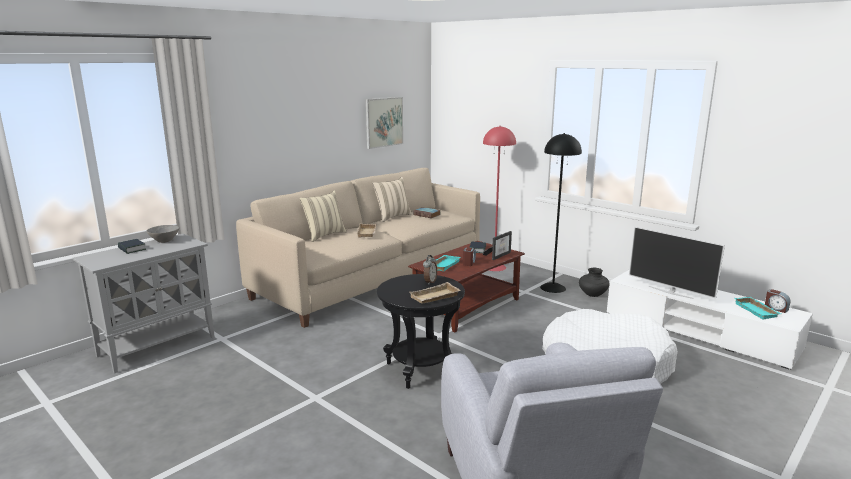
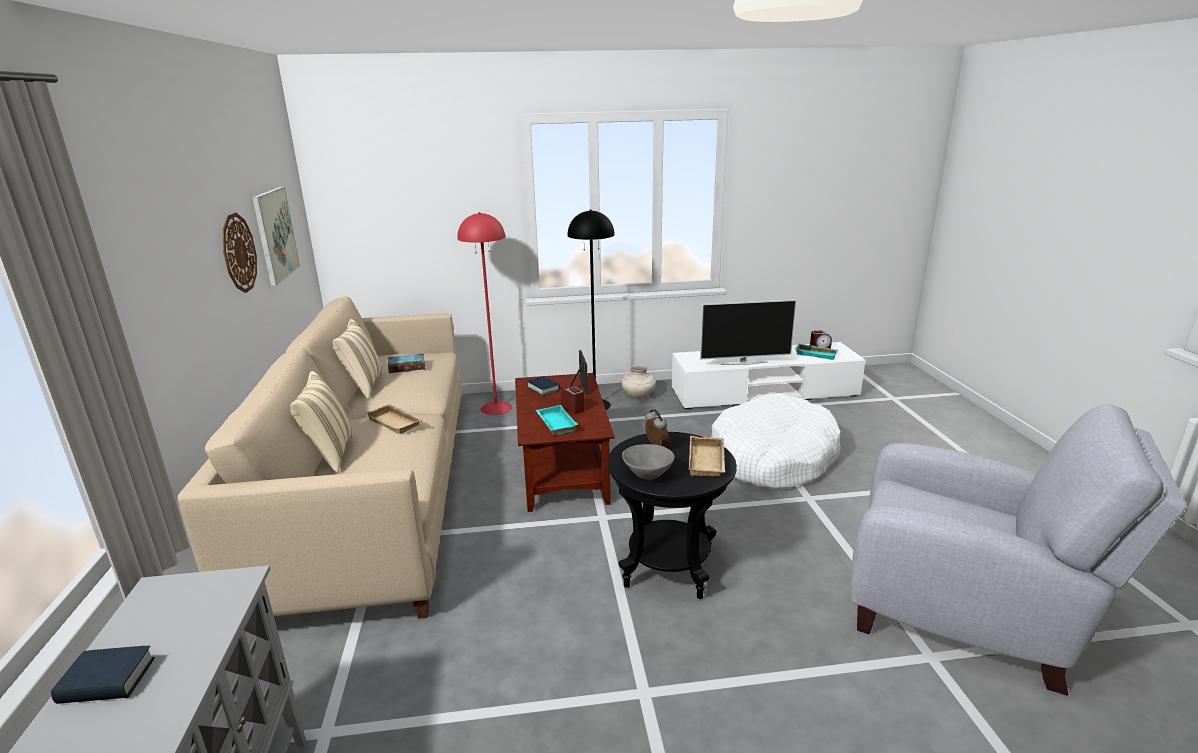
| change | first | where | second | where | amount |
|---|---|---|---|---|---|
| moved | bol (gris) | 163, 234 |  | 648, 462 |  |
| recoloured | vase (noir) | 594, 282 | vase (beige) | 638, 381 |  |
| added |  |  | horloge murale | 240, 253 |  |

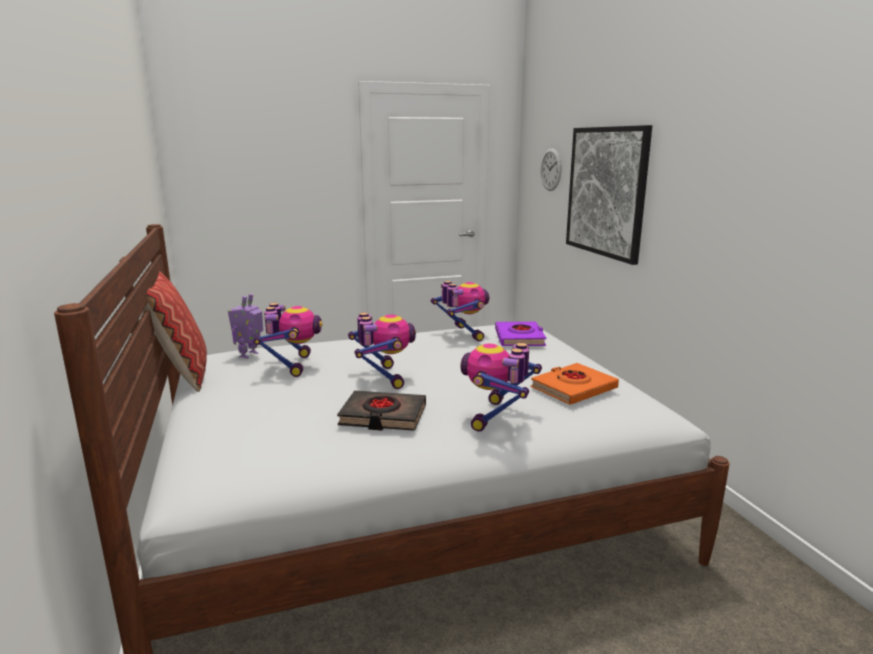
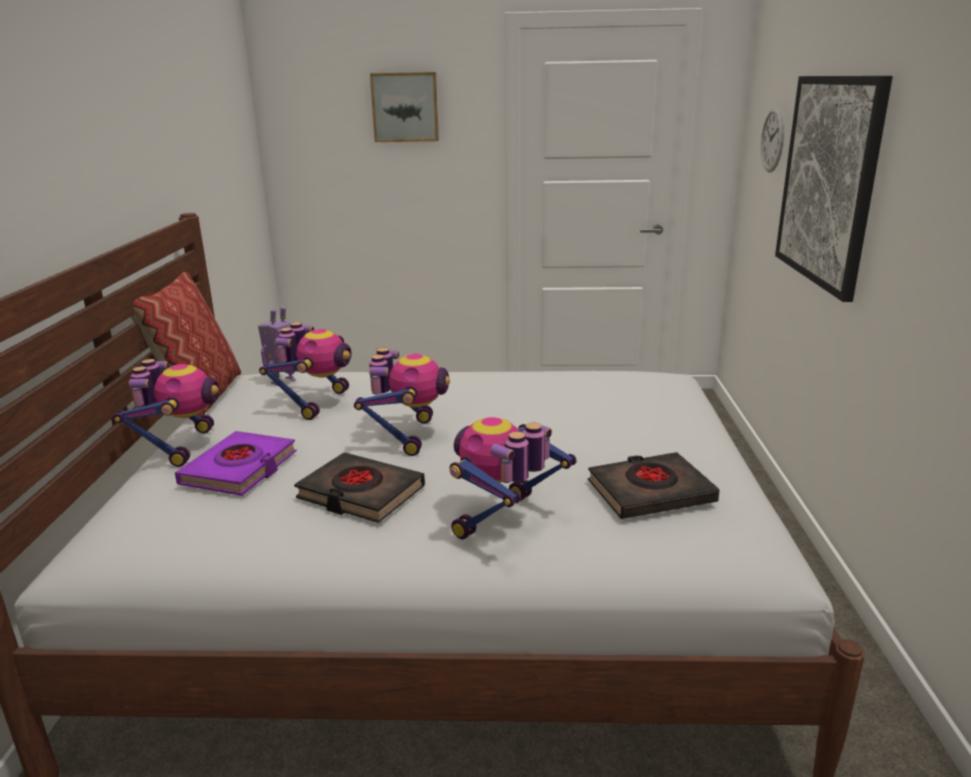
| change | first | where | second | where | amount |
|---|---|---|---|---|---|
| moved | robot jouet | 460, 311 |  | 166, 413 |  |
| moved | livre (violet) | 520, 334 |  | 236, 463 |  |
| recoloured | livre (orange) | 575, 384 | livre (noir) | 654, 485 |  |
| added |  |  | tableau | 404, 107 |  |

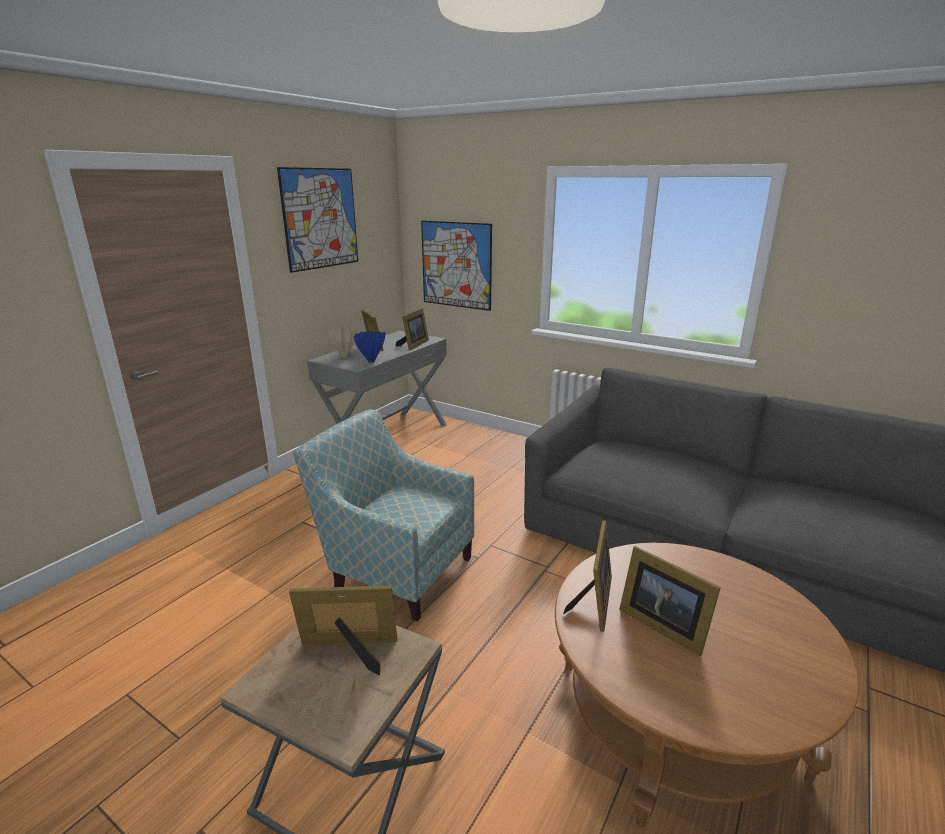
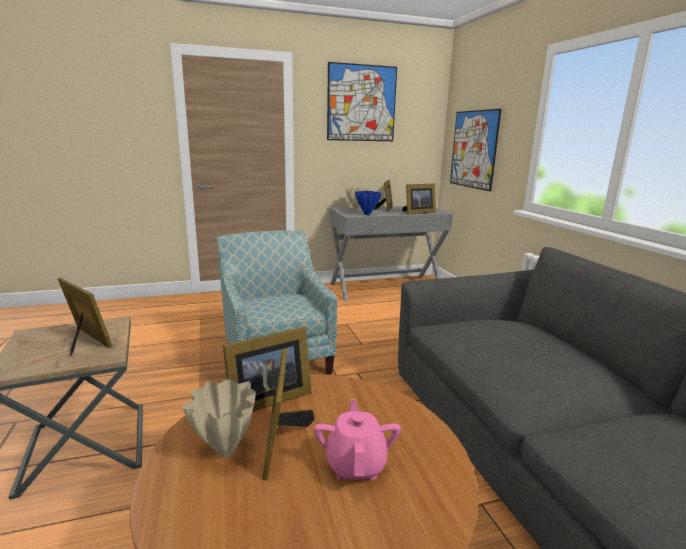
| change | first | where | second | where | amount |
|---|---|---|---|---|---|
| added |  |  | vase (beige) | 219, 418 |  |
| added |  |  | théière (rose) | 357, 439 |  |

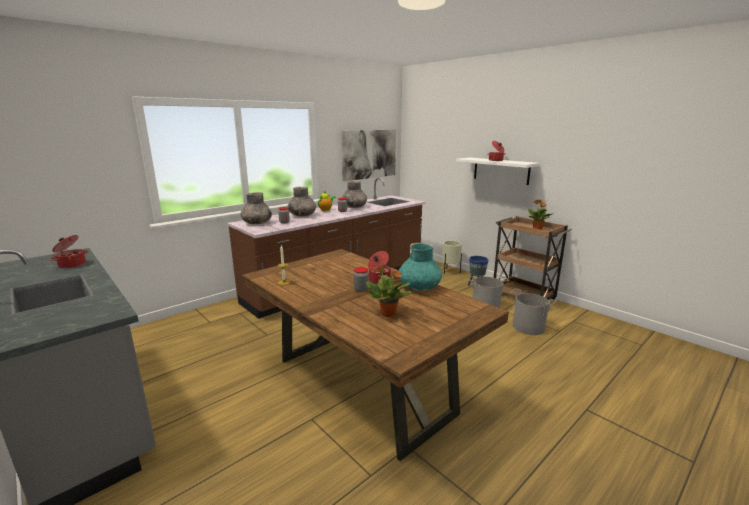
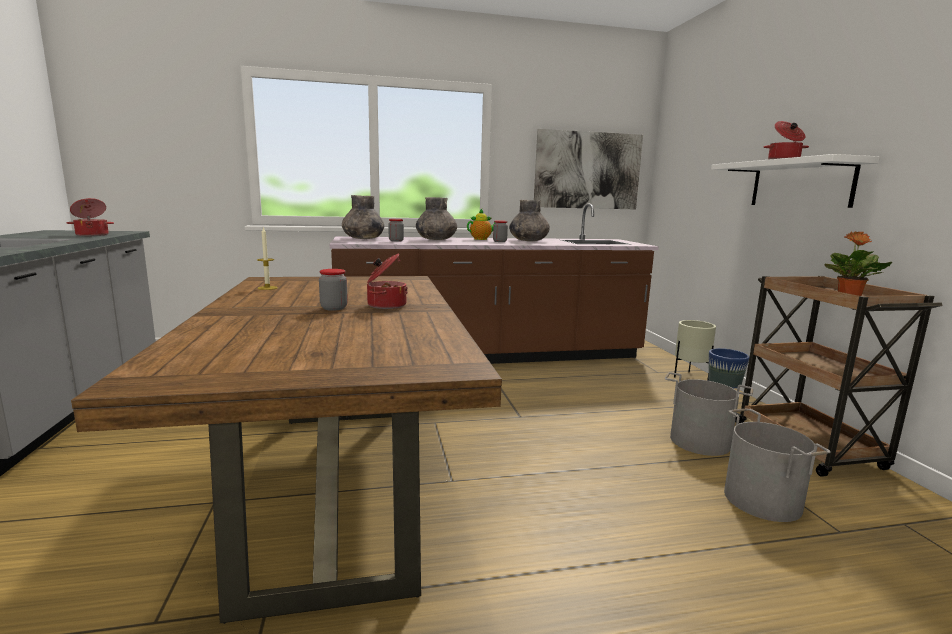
| change | first | where | second | where | amount |
|---|---|---|---|---|---|
| removed | vase (turquoise) | 420, 267 |  |  |  |
| removed | plante en pot | 389, 291 |  |  |  |

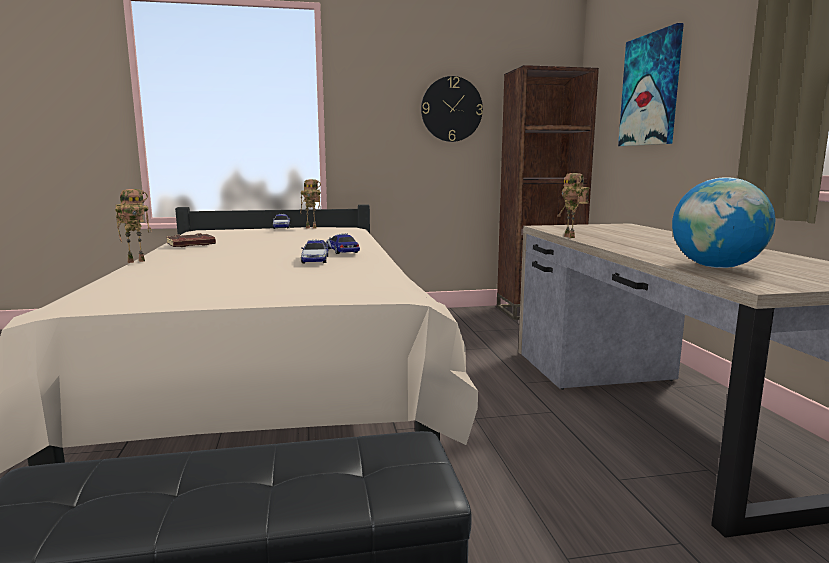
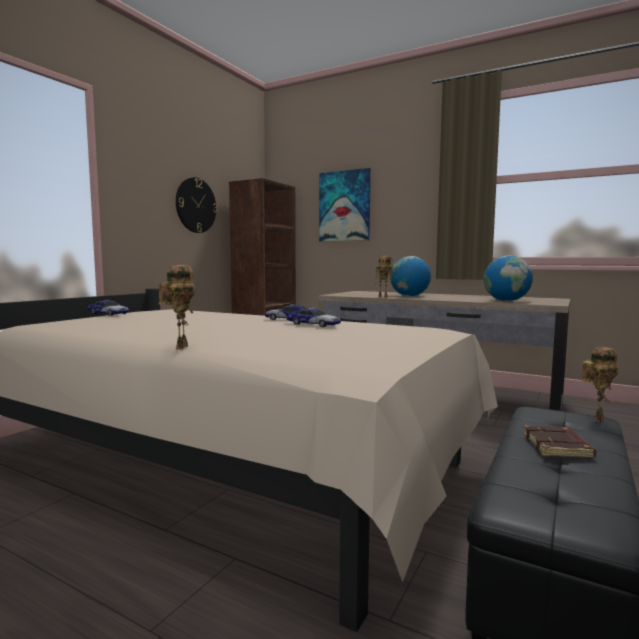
| change | first | where | second | where | amount |
|---|---|---|---|---|---|
| moved | robot jouet | 310, 203 |  | 600, 384 |  |
| moved | livre (marron) | 191, 240 |  | 559, 441 |  |
| added |  |  | globe | 410, 276 |  |

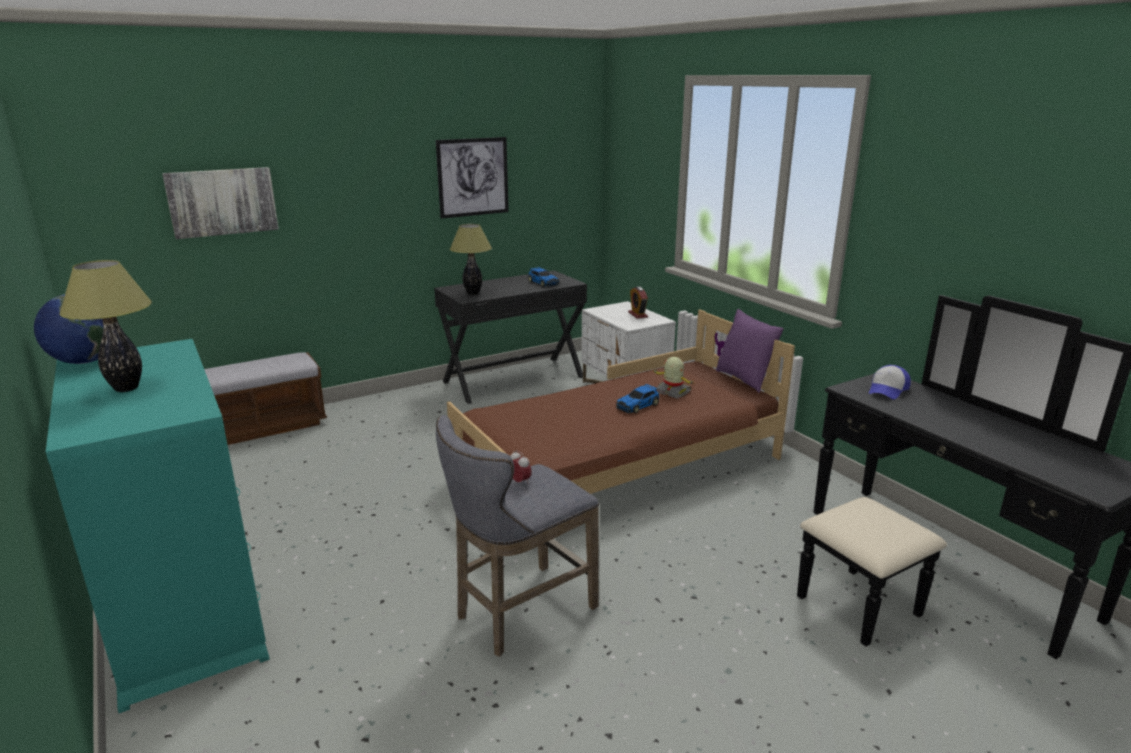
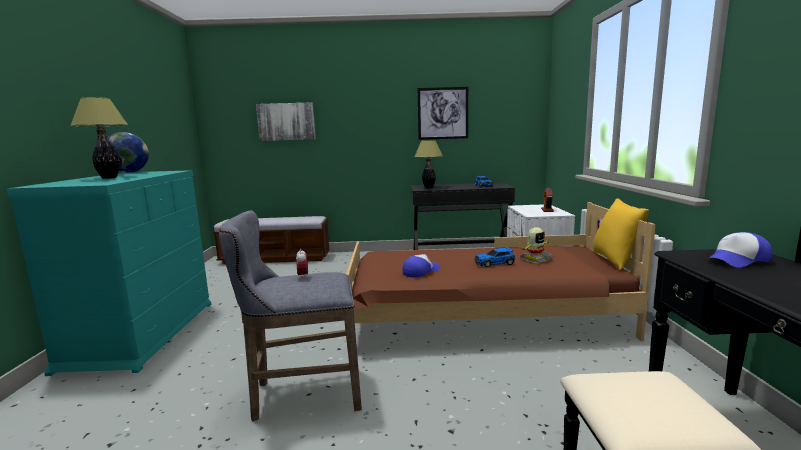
| change | first | where | second | where | amount |
|---|---|---|---|---|---|
| recoloured | coussin (violet) | 750, 351 | coussin (jaune) | 621, 234 |  |
| turned | robot jouet | 674, 378 |  | 536, 245 | 75 degrees clockwise |
| added |  |  | casquette | 421, 265 |  |

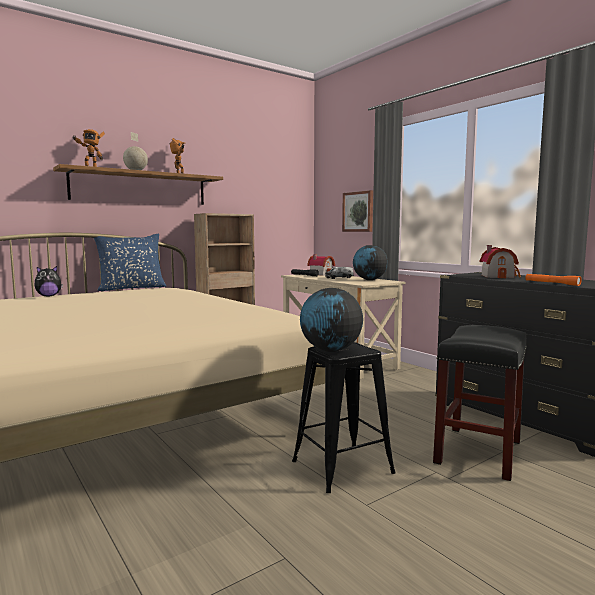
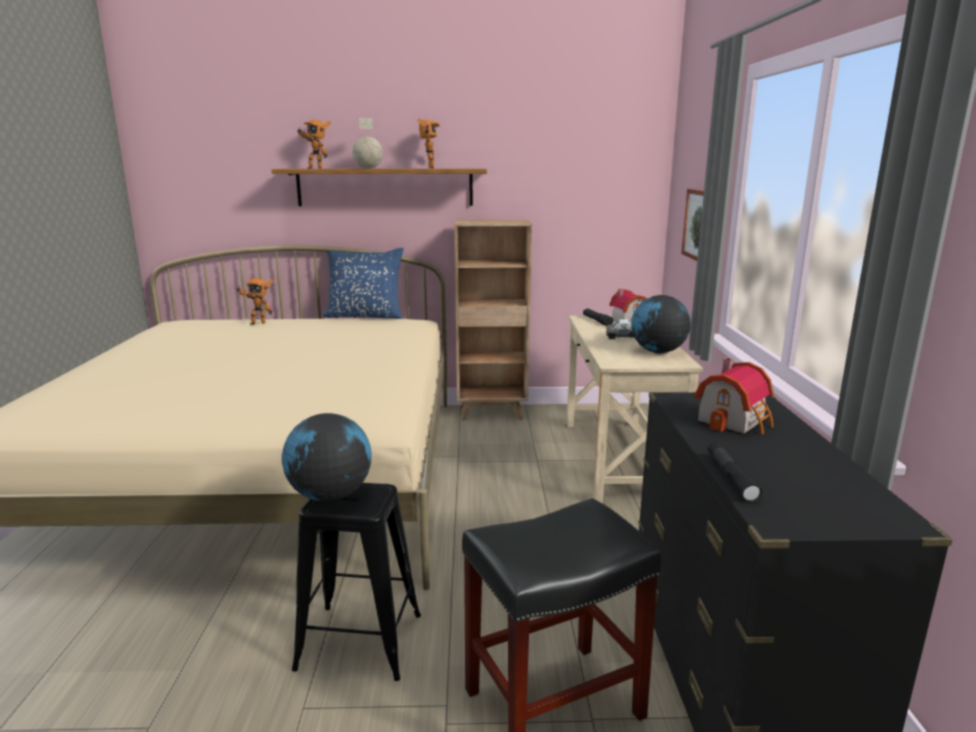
| change | first | where | second | where | amount |
|---|---|---|---|---|---|
| replaced | peluche | 48, 281 | robot jouet | 255, 300 |  |
| recoloured | lampe de poche (orange) | 553, 280 | lampe de poche (noir) | 735, 472 |  |

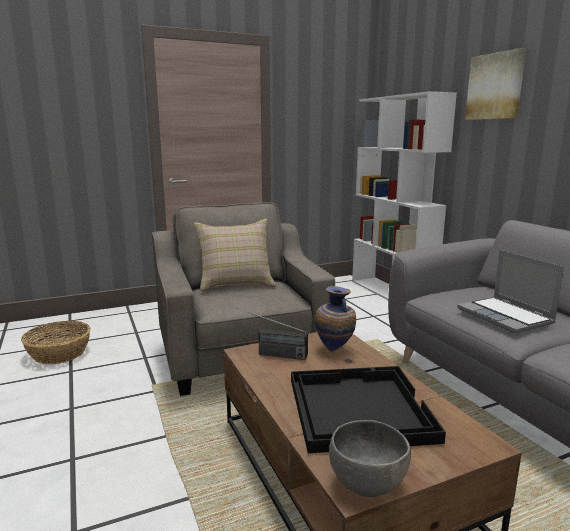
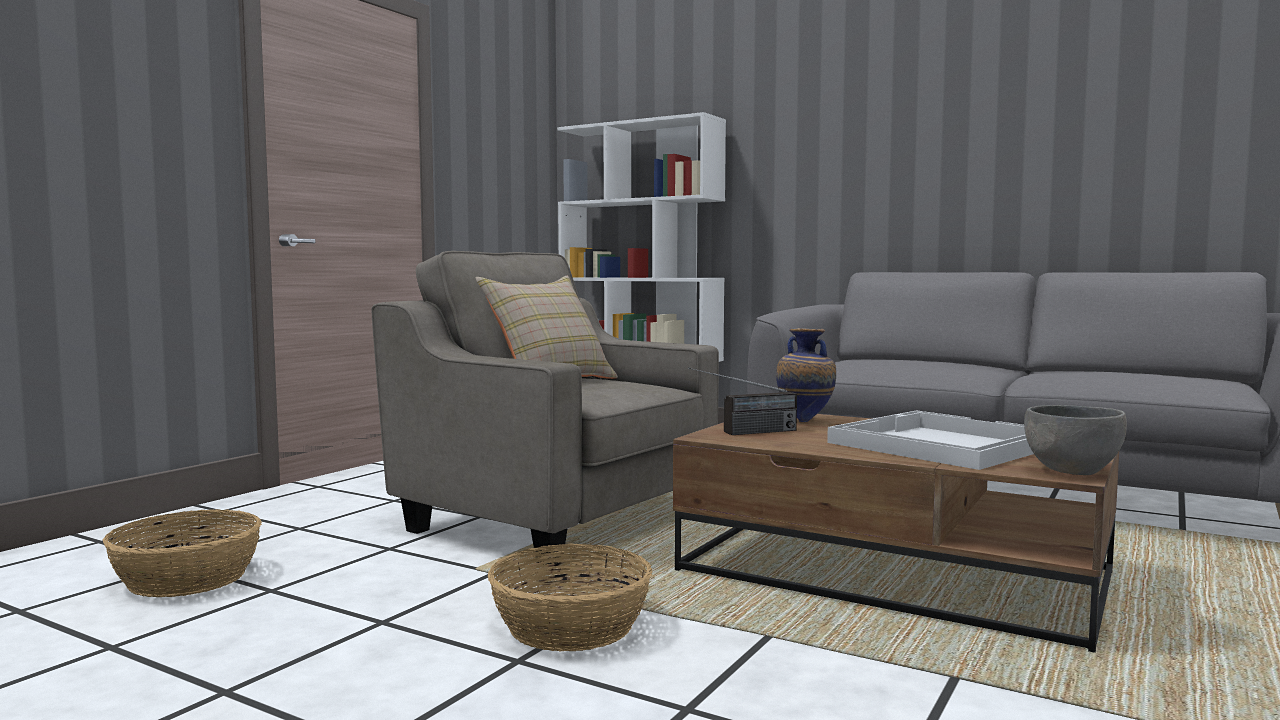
| change | first | where | second | where | amount |
|---|---|---|---|---|---|
| removed | tableau | 495, 84 |  |  |  |
| removed | ordinateur portable | 510, 291 |  |  |  |
| recoloured | plateau (noir) | 368, 409 | plateau (blanc) | 930, 440 |  |
| added |  |  | panier | 570, 597 |  |

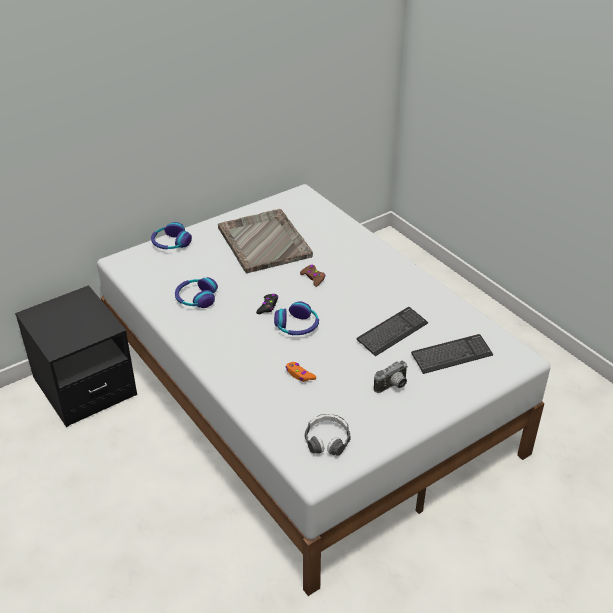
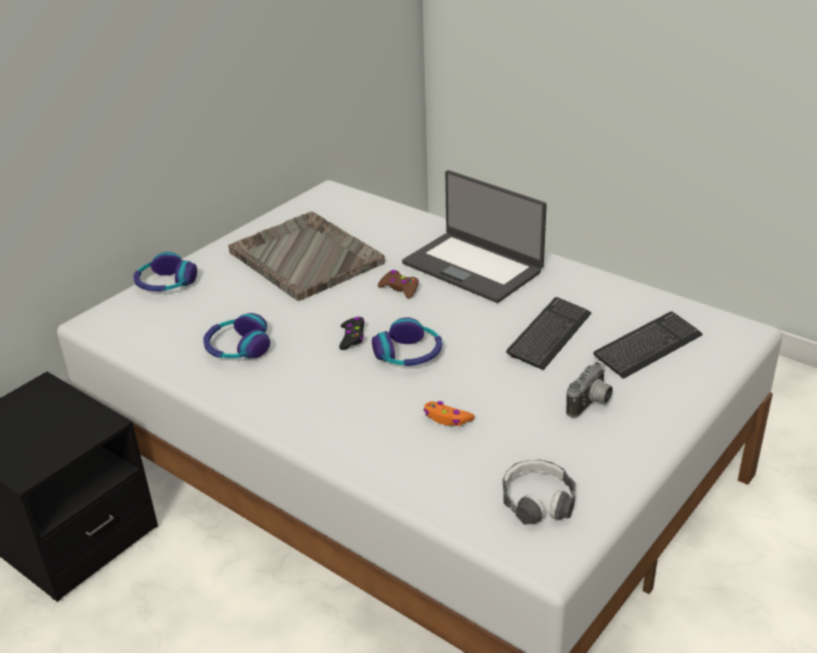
| change | first | where | second | where | amount |
|---|---|---|---|---|---|
| added |  |  | ordinateur portable | 474, 236 |  |

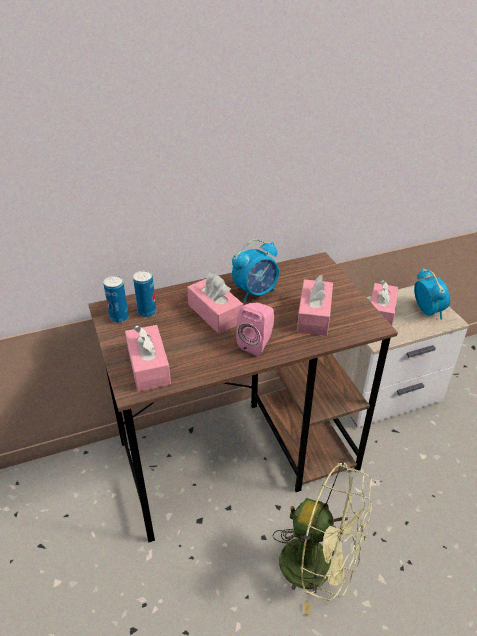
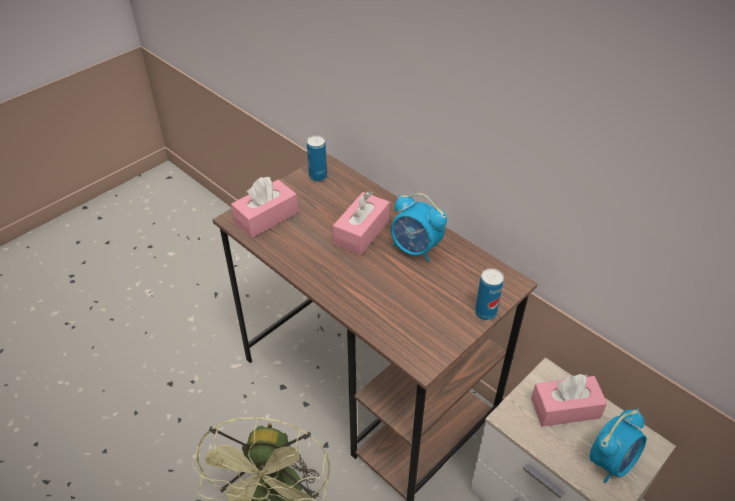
| change | first | where | second | where | amount |
|---|---|---|---|---|---|
| moved | boîte métallique | 145, 293 |  | 489, 294 |  |
| removed | boîte à mouchoirs (rose) | 315, 305 |  |  |  |
| removed | enceinte (rose) | 255, 329 |  |  |  |

